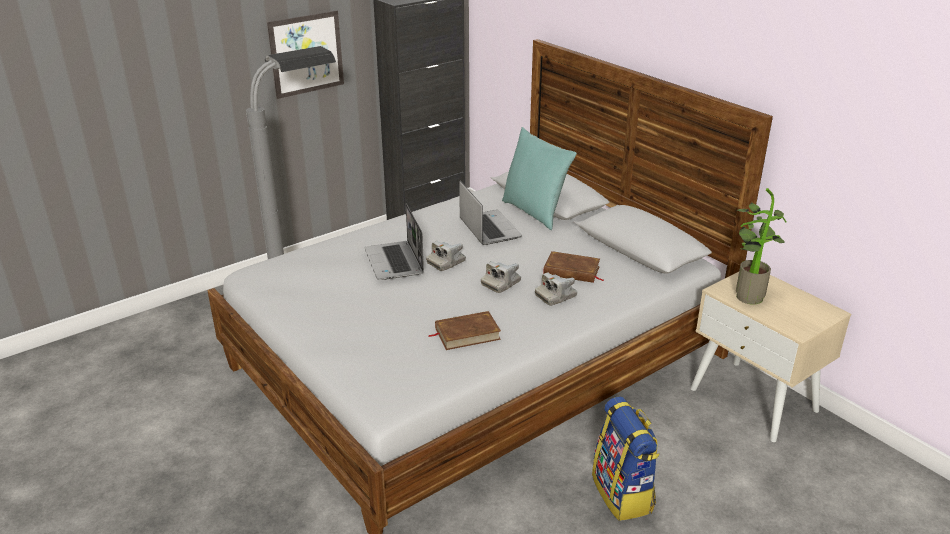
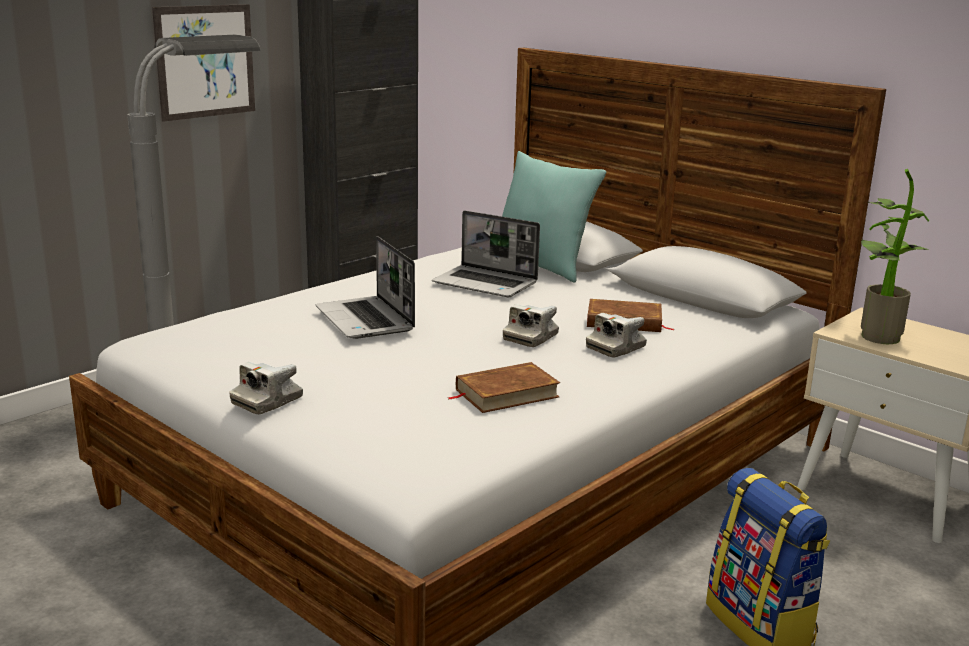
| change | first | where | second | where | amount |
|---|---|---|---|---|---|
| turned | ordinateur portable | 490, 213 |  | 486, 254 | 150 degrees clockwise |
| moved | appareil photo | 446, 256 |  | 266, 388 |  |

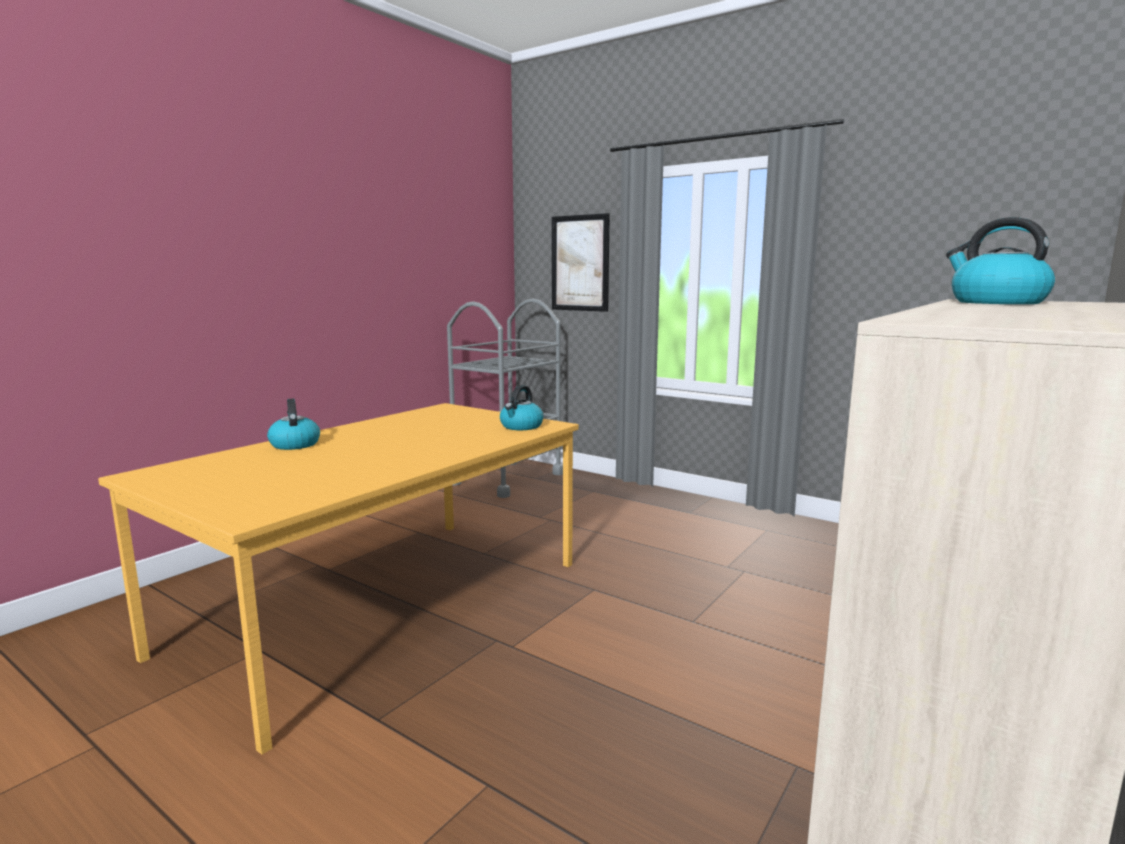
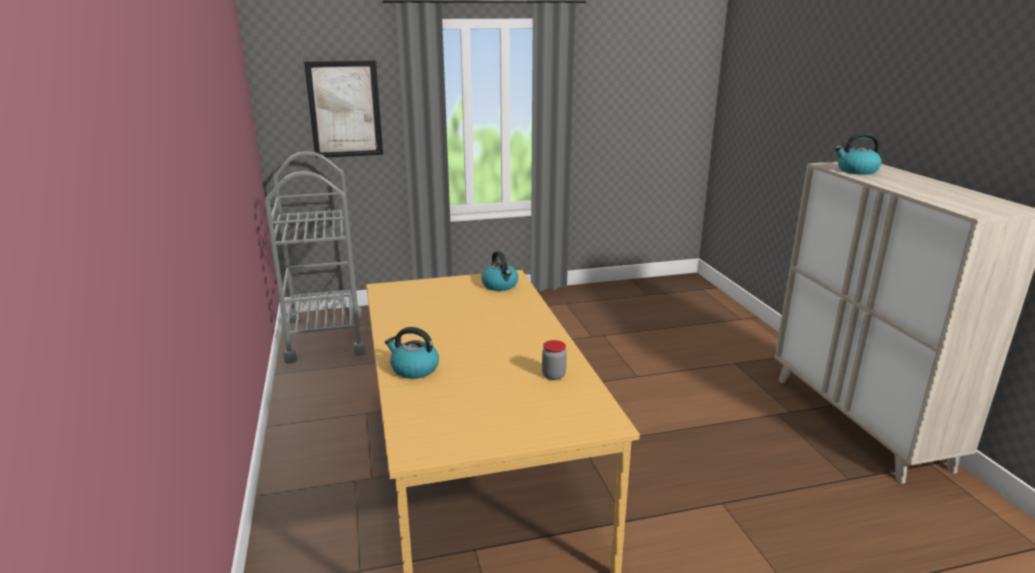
| change | first | where | second | where | amount |
|---|---|---|---|---|---|
| added |  |  | bocal | 554, 360 |  |

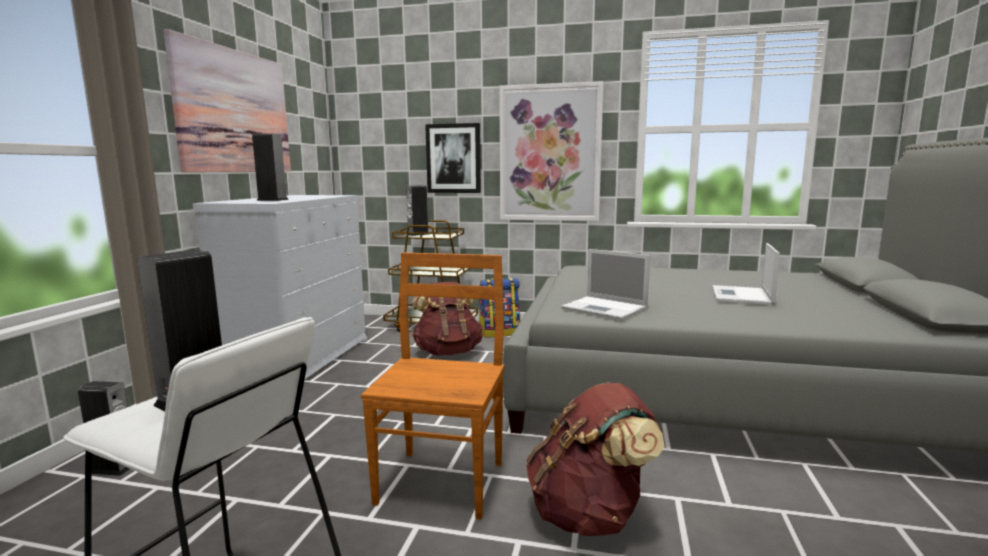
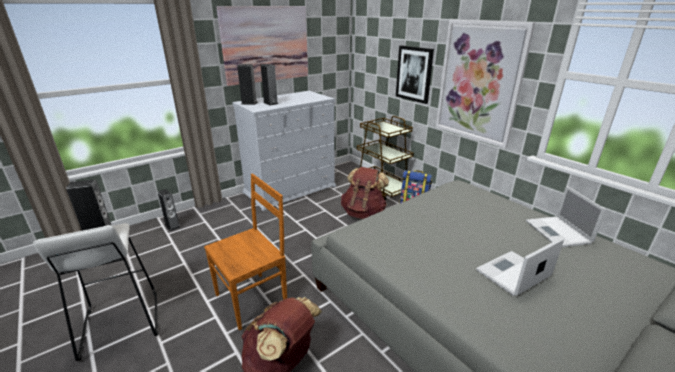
| change | first | where | second | where | amount |
|---|---|---|---|---|---|
| moved | enceinte | 417, 210 |  | 247, 84 |  |
| moved | ordinateur portable | 605, 284 |  | 566, 216 |  |

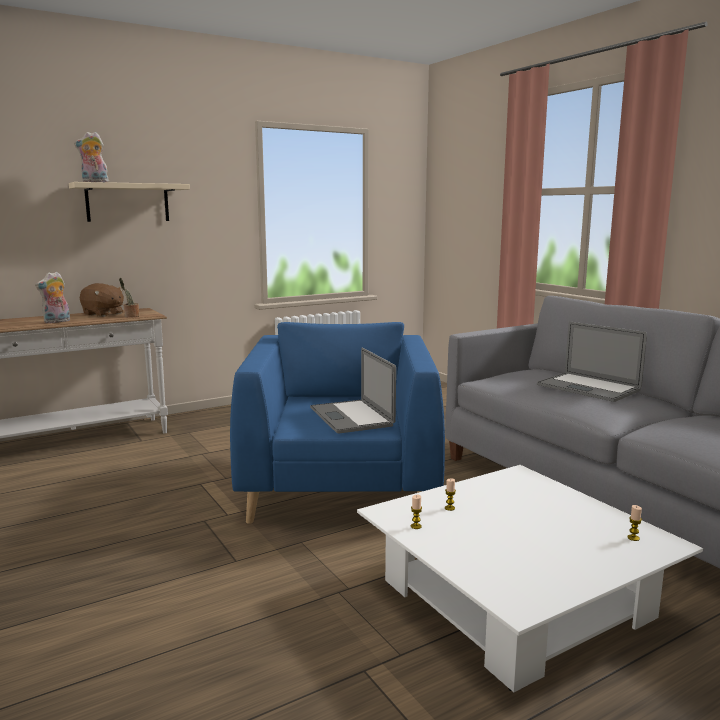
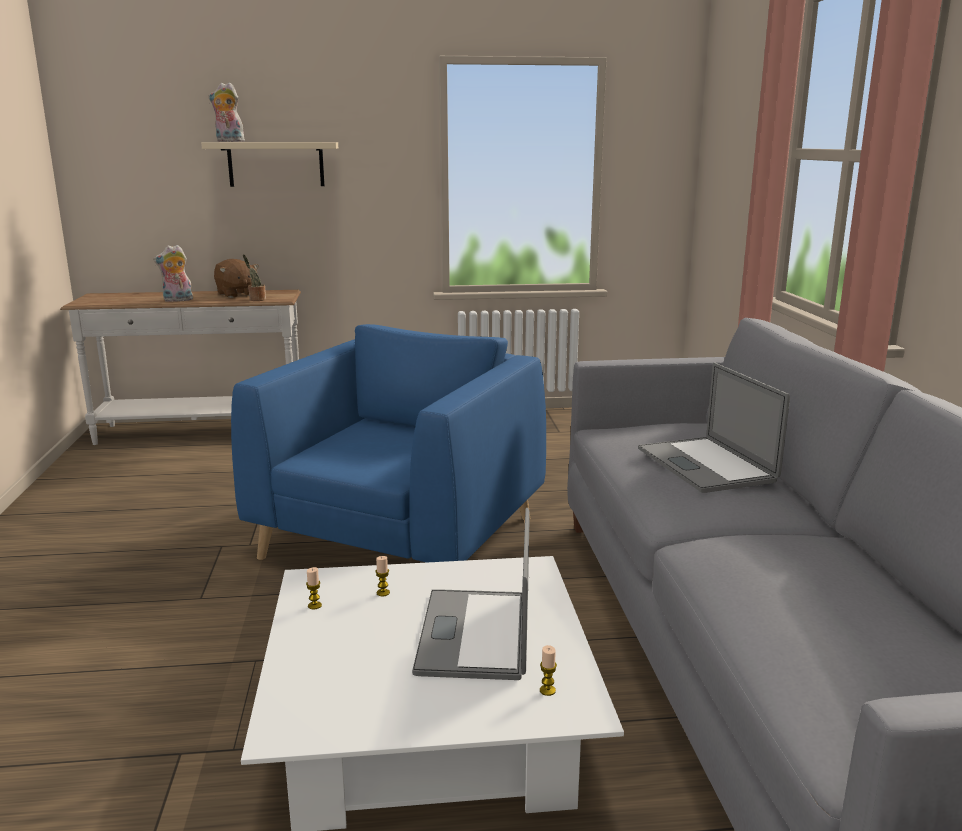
| change | first | where | second | where | amount |
|---|---|---|---|---|---|
| moved | ordinateur portable | 353, 390 |  | 471, 594 |  |

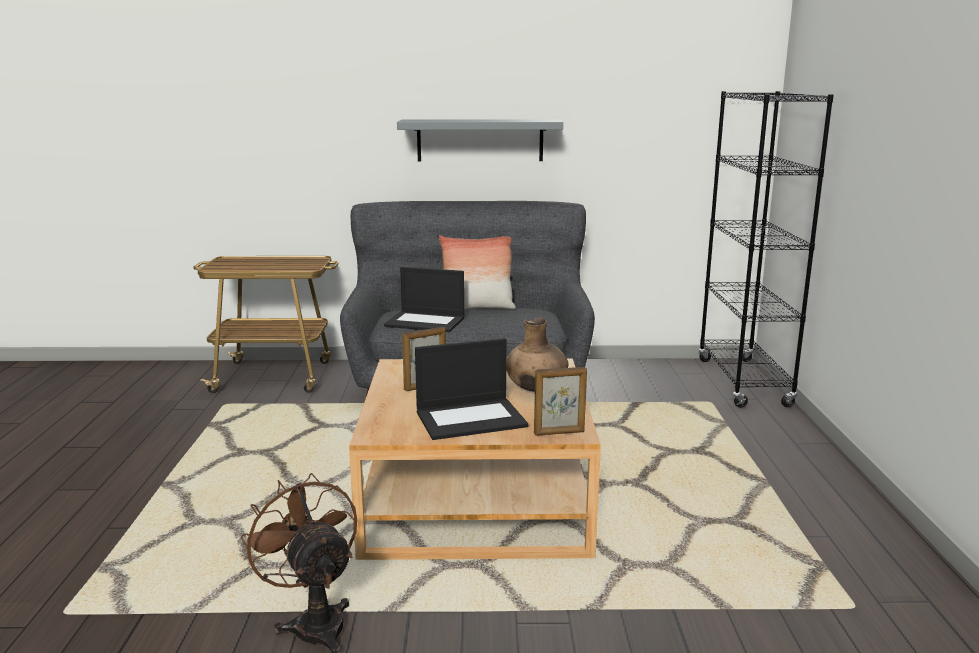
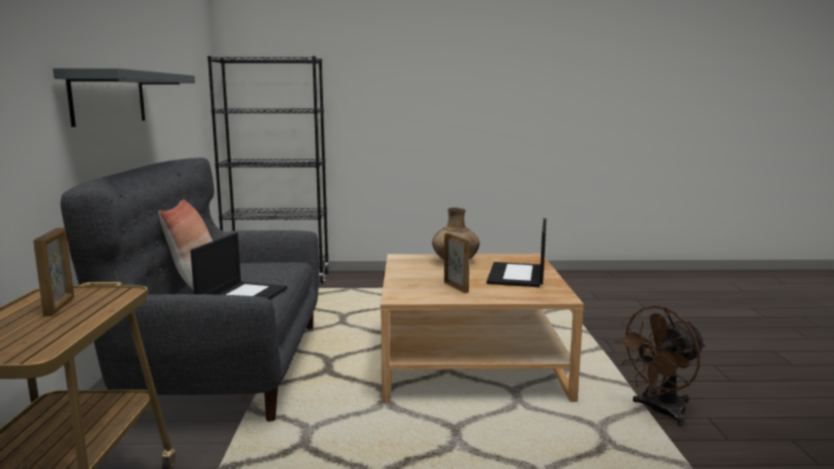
| change | first | where | second | where | amount |
|---|---|---|---|---|---|
| turned | ordinateur portable | 471, 389 |  | 516, 252 | 150 degrees counterclockwise |
| moved | cadre photo | 560, 401 |  | 53, 271 |  |

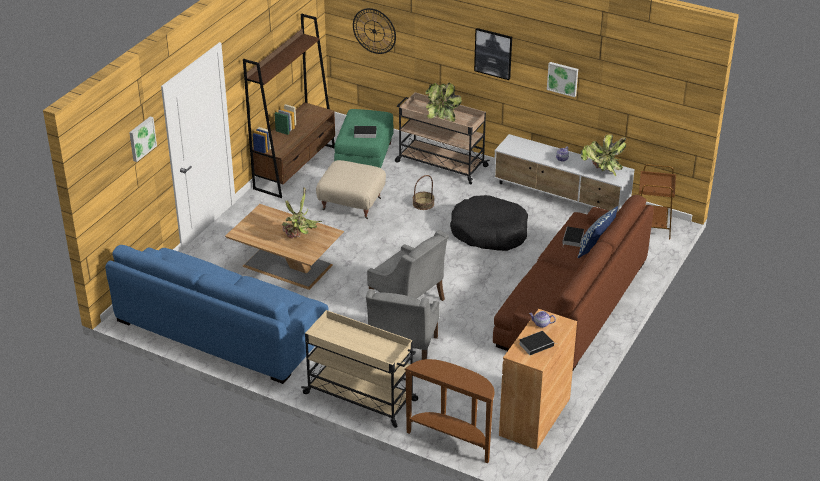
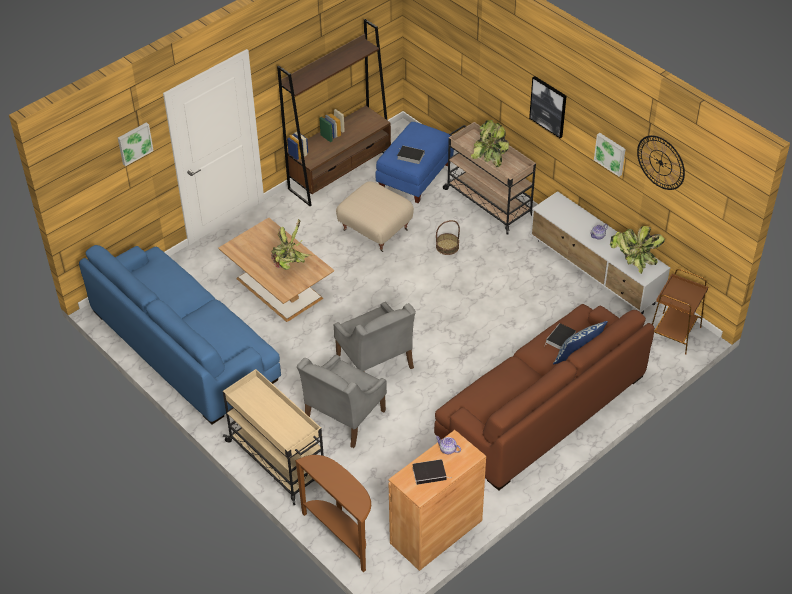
| change | first | where | second | where | amount |
|---|---|---|---|---|---|
| moved | horloge murale | 374, 31 |  | 661, 162 |  |
| recoloured | pouf (vert) | 364, 138 | pouf (bleu) | 415, 162 |  |
| removed | panier pour chien (noir) | 489, 223 |  |  |  |

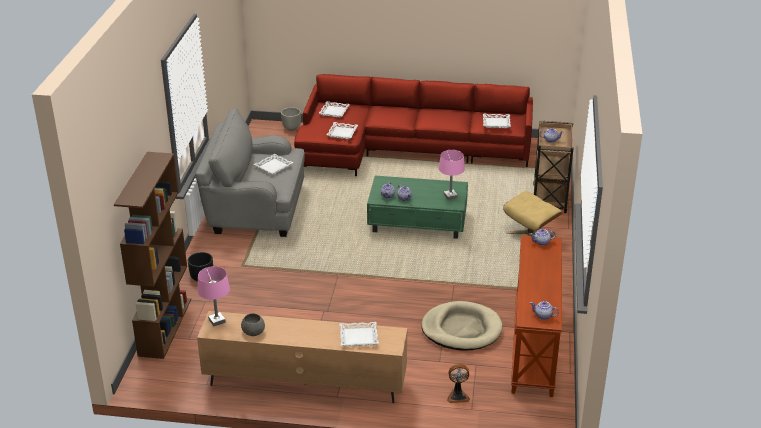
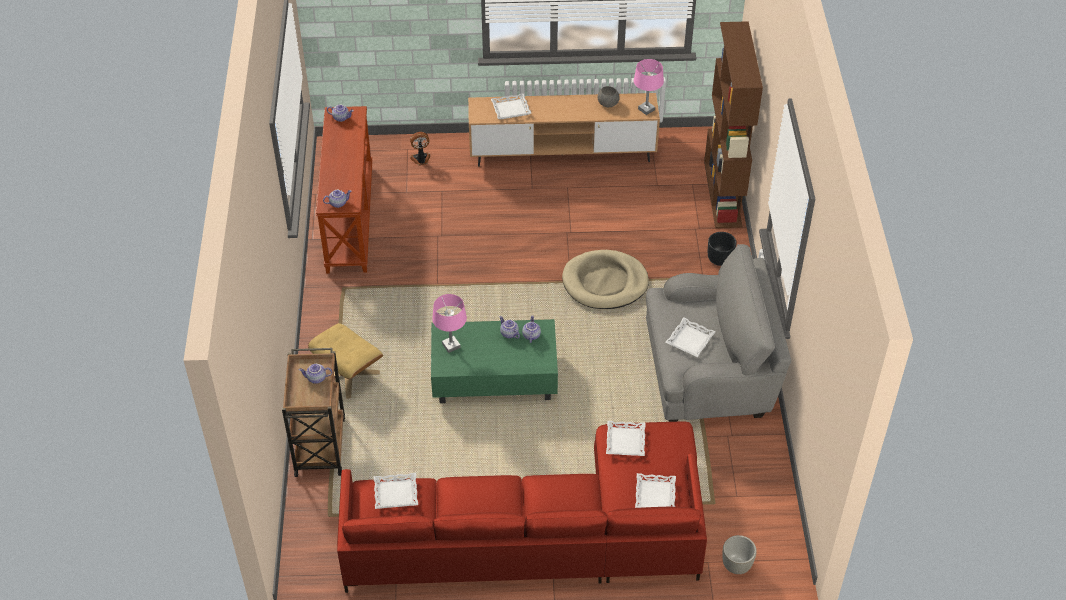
| change | first | where | second | where | amount |
|---|---|---|---|---|---|
| moved | panier pour chien (beige) | 462, 326 |  | 605, 279 |  |

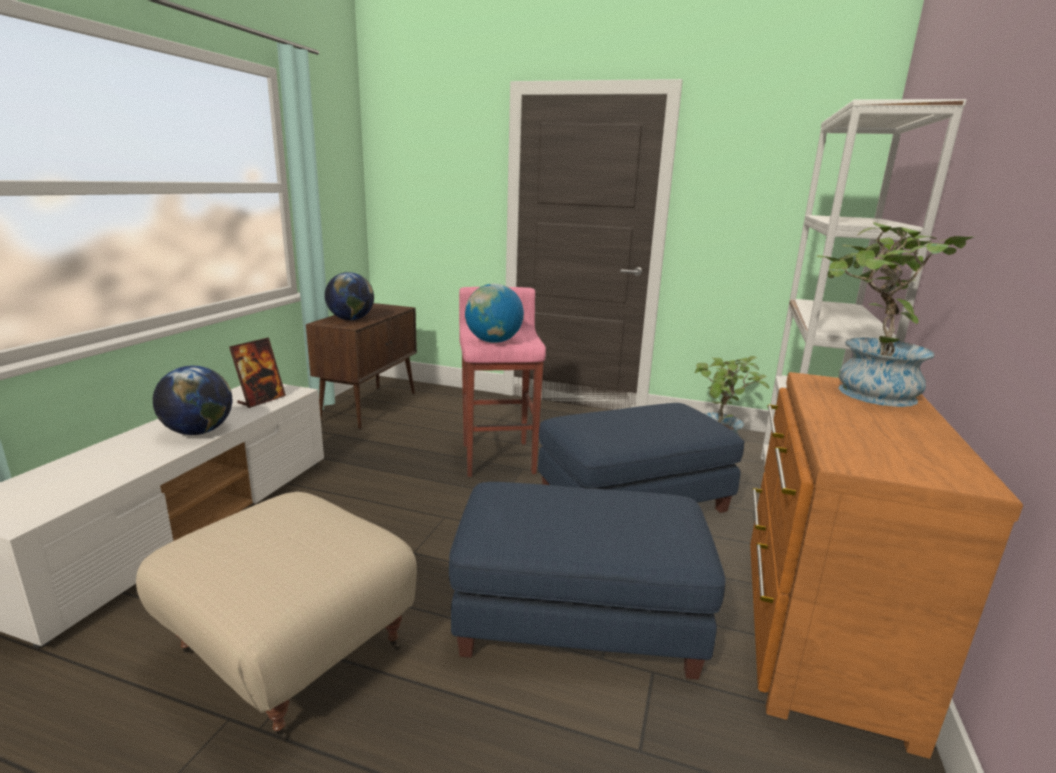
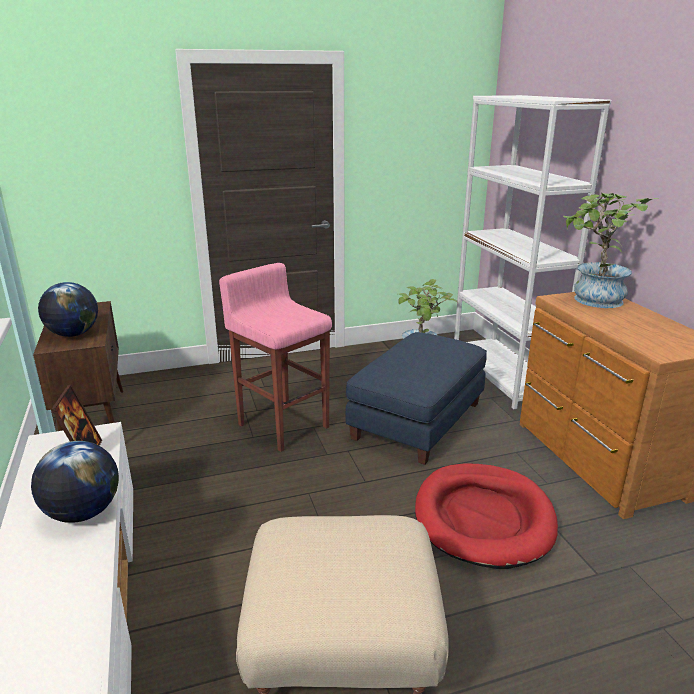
| change | first | where | second | where | amount |
|---|---|---|---|---|---|
| removed | globe | 494, 313 |  |  |  |
| replaced | pouf (bleu) | 587, 581 | panier pour chien (rouge) | 486, 516 |  |

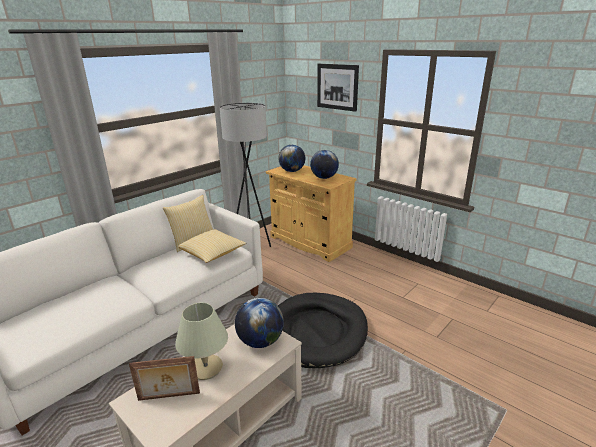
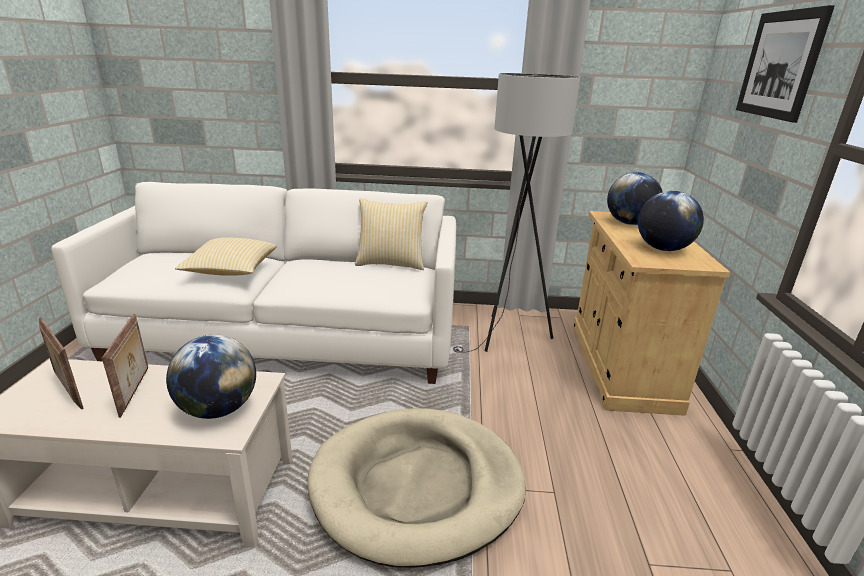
| change | first | where | second | where | amount |
|---|---|---|---|---|---|
| moved | coussin | 212, 246 |  | 226, 256 |  |
| recoloured | panier pour chien (noir) | 323, 330 | panier pour chien (beige) | 416, 488 |  |
| replaced | lampe de table (beige) | 201, 341 | cadre photo | 125, 366 |  |

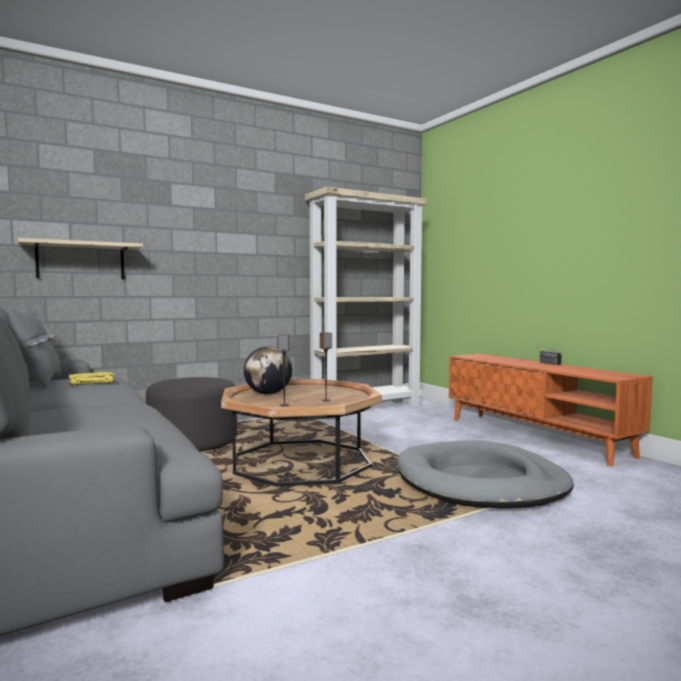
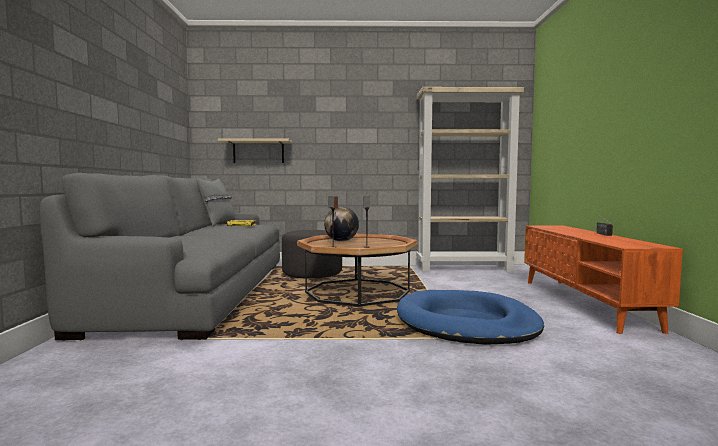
| change | first | where | second | where | amount |
|---|---|---|---|---|---|
| recoloured | panier pour chien (gris) | 485, 474 | panier pour chien (bleu) | 470, 317 |  |

